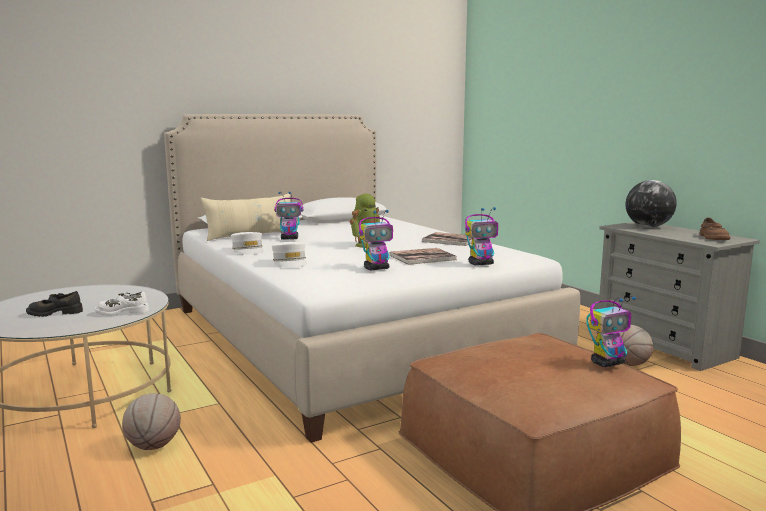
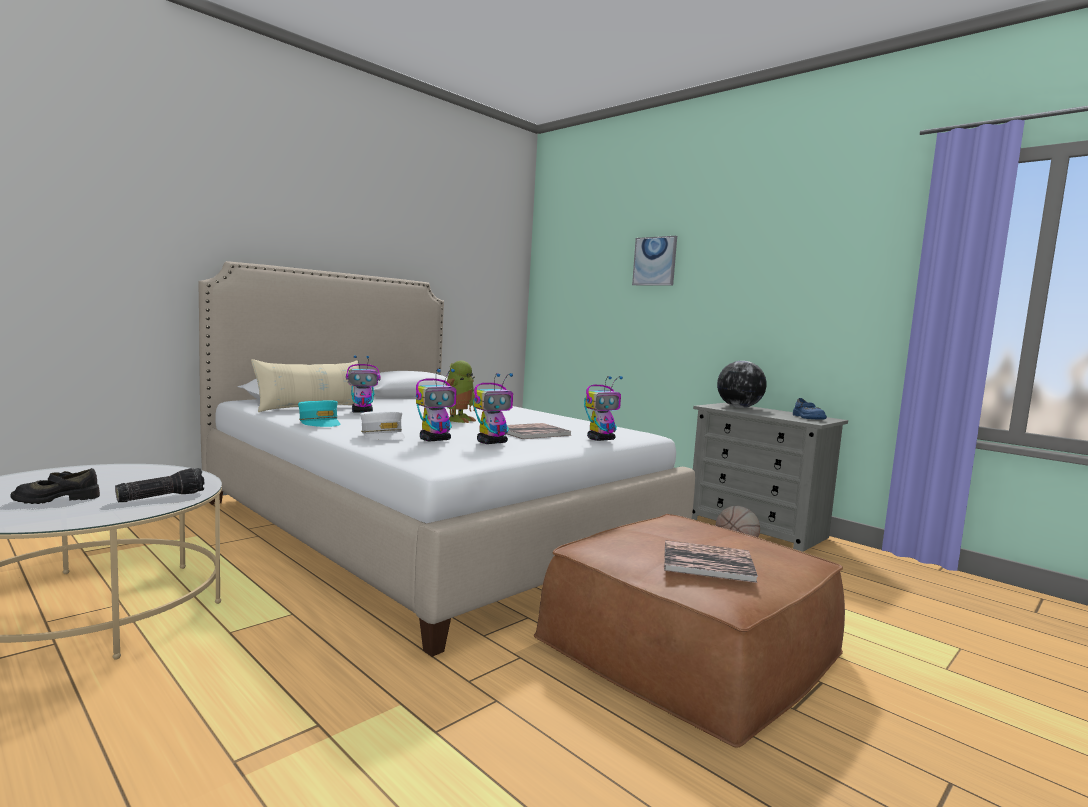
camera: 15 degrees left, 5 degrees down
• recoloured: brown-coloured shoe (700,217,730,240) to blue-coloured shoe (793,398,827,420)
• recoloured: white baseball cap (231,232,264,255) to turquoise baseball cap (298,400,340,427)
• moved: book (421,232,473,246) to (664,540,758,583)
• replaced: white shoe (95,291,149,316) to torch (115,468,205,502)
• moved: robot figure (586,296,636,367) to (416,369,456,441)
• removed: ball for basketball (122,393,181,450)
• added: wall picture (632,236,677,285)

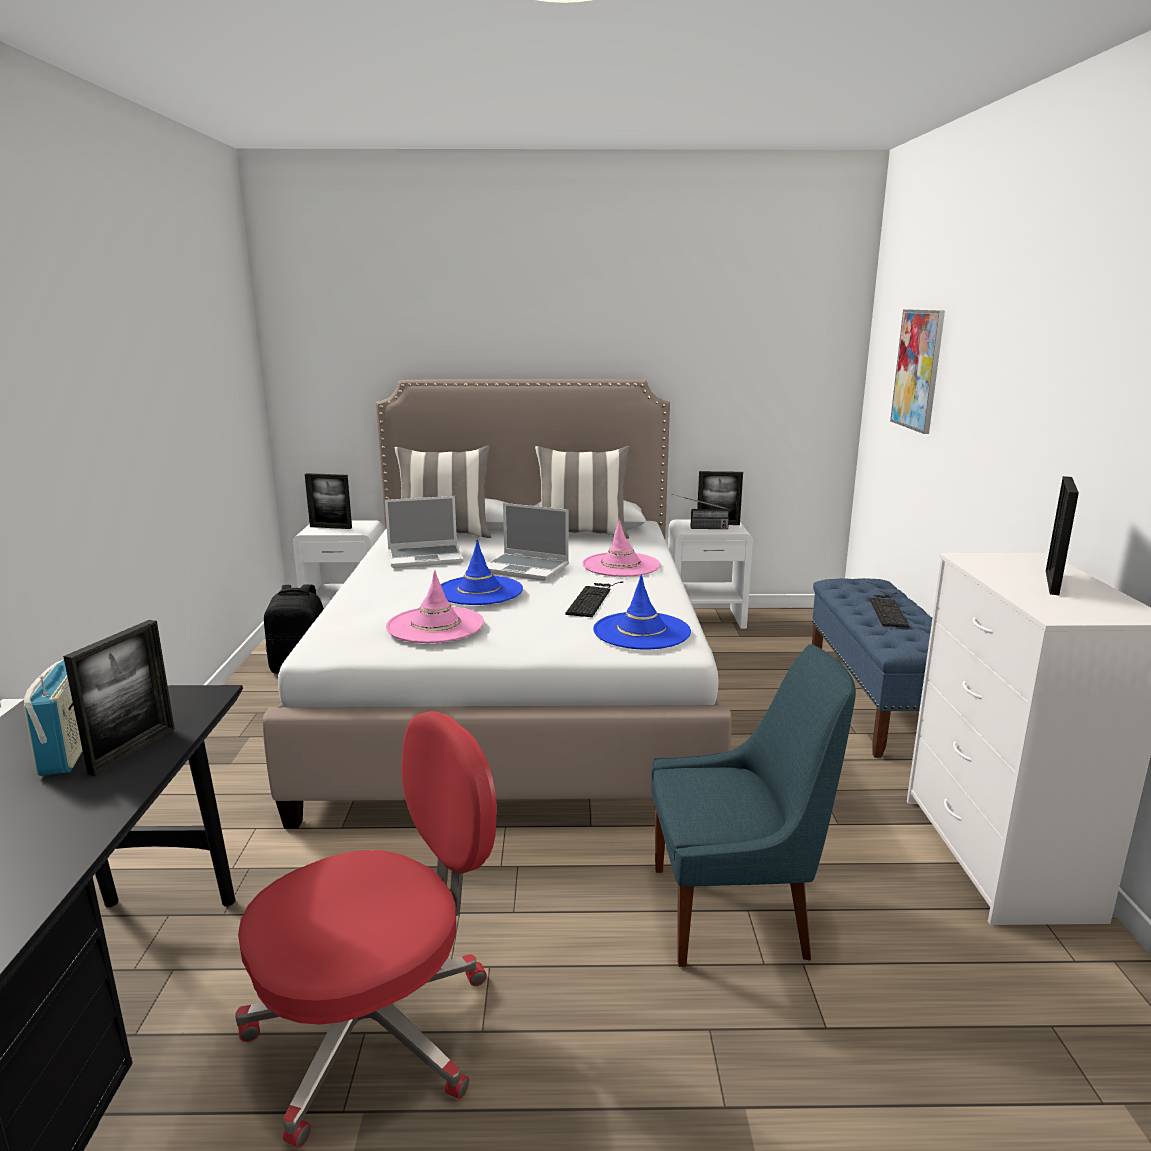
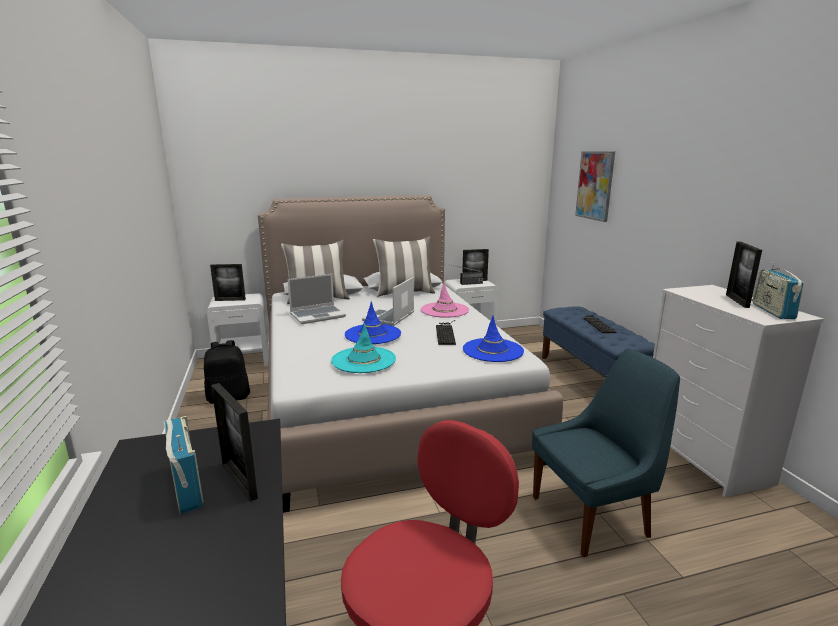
camera: 15 degrees left, 0 degrees up
• turned: notebook computer (486,503,569,581) = (362,277,414,326) 105 degrees clockwise
• recoloured: pink wearable hat (386,570,484,643) to turquoise wearable hat (331,323,396,373)
• turned: standing frame (63,620,175,776) = (211,383,258,502) 135 degrees clockwise
• added: radio set (752,262,804,319)

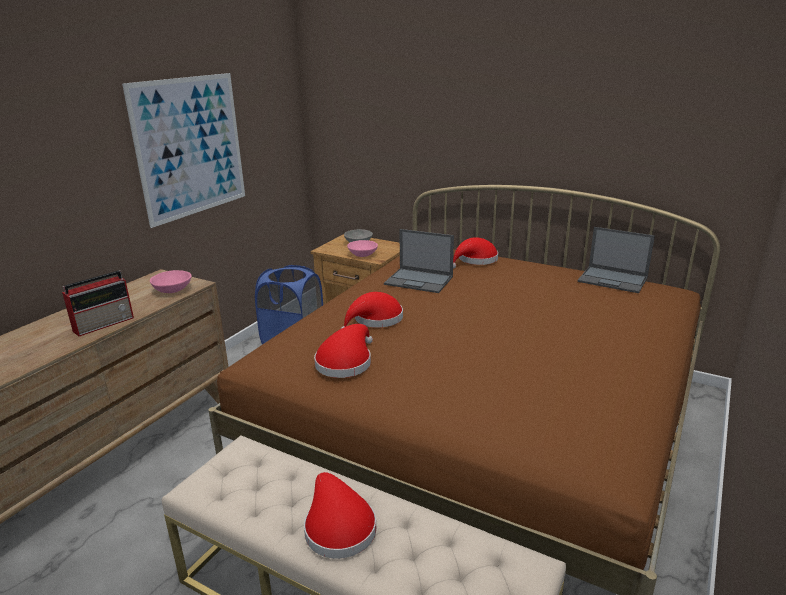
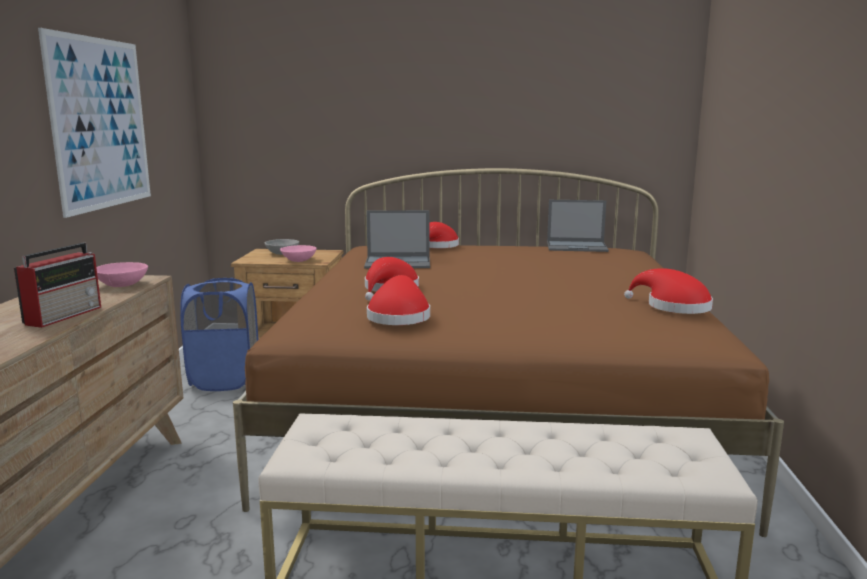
camera: 25 degrees left, 10 degrees down
• moved: reddish wearable hat (304,472,376,559) to (624,268,713,314)

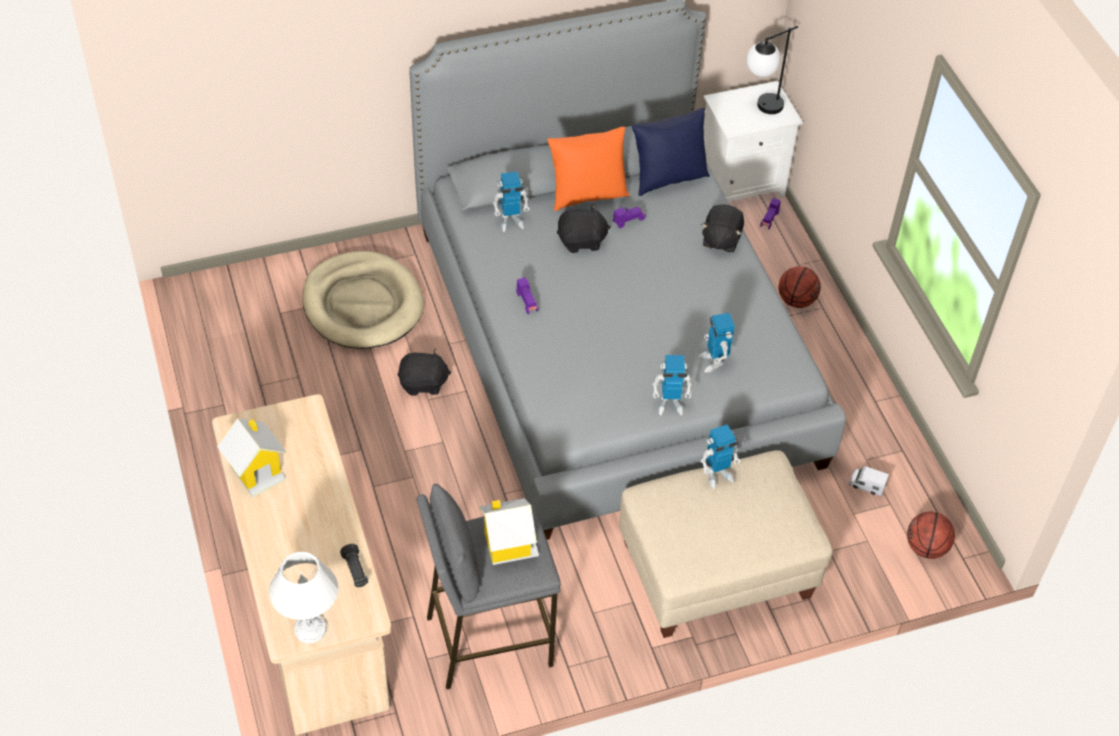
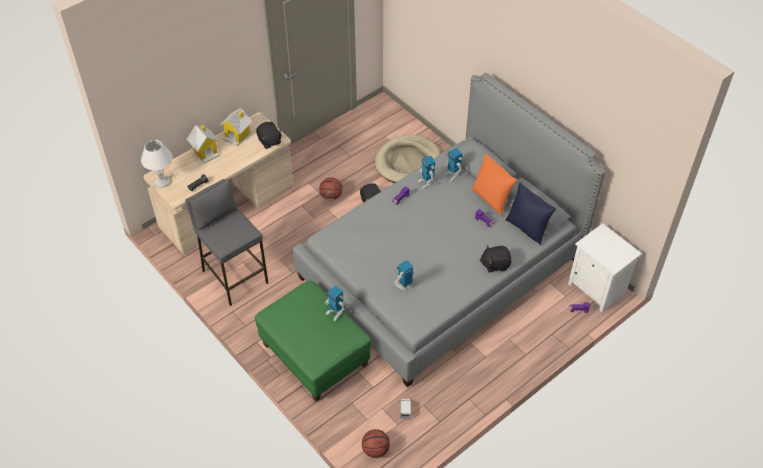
camera: 70 degrees right, 0 degrees up
• removed: tabletop lamp (746,26,798,114)
• moved: black plush toy (557,204,611,253) to (256,122,282,149)
• moved: ball for basketball (779,266,821,308) to (319,178,342,200)
• moved: robot figure (652,355,692,415) to (418,156,435,189)
• recoloured: beige pouffe (619,450,833,638) to green-coloured pouffe (255,280,371,402)
• moved: miniature house (479,498,539,565) to (187,125,220,164)

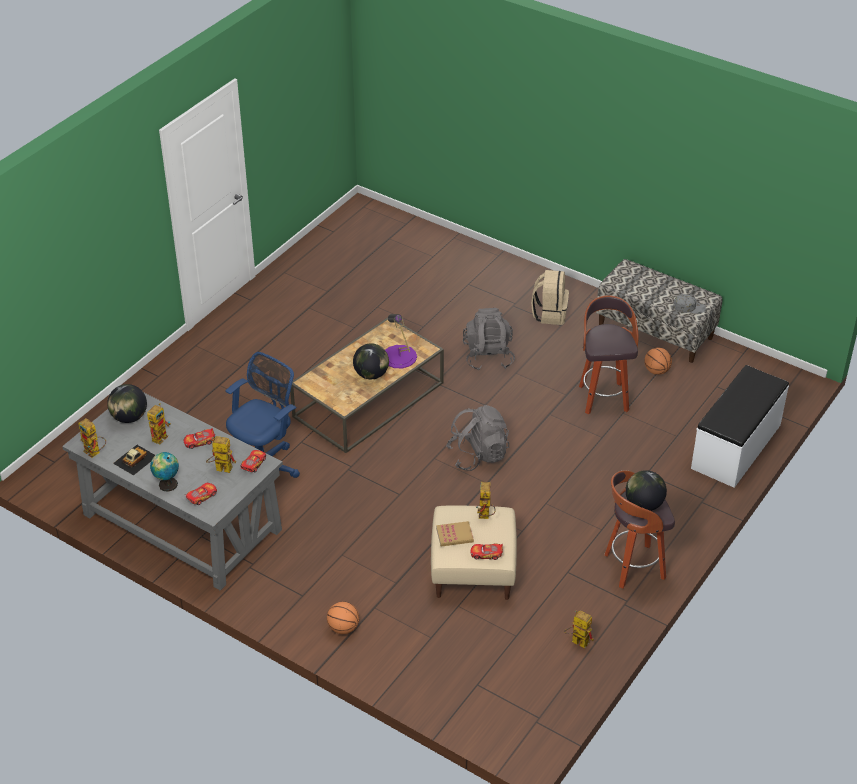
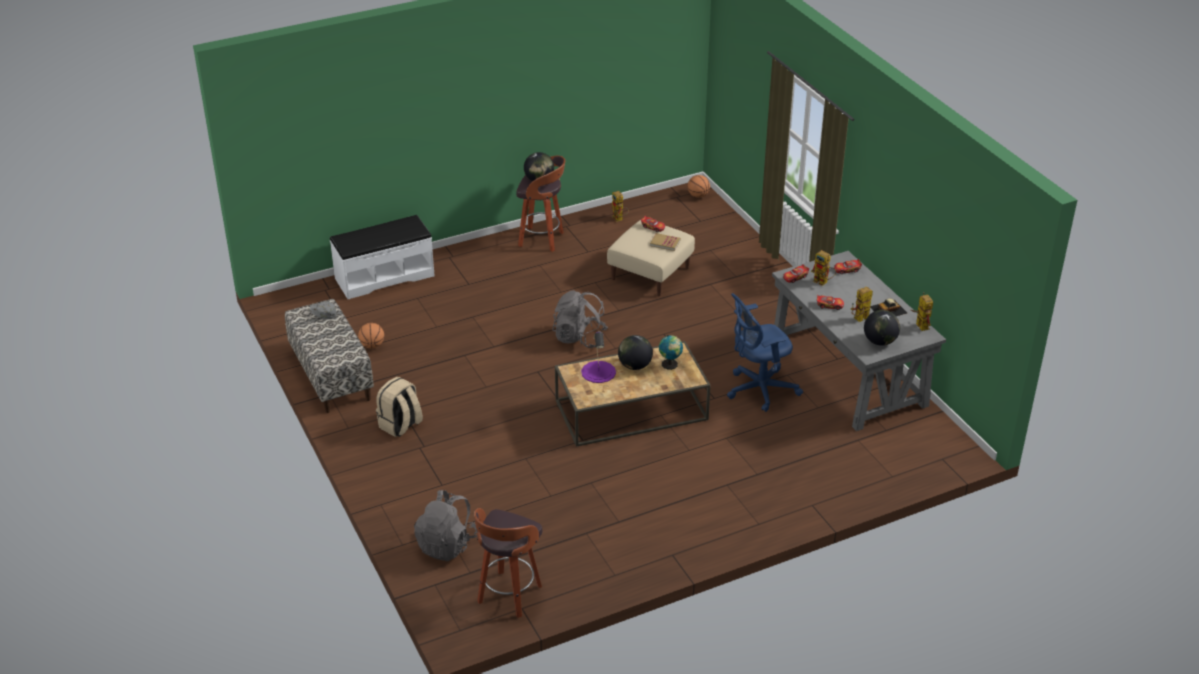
camera: 150 degrees left, 5 degrees down
• moved: sitting stool (579,295,639,415) to (474,508,542,618)
• moved: grey rucksack (463,308,515,371) to (414,490,478,561)
• moved: desk globe (150,452,179,492) to (659,335,683,370)
• removed: robot figure (476,482,496,519)
• moved: ball for basketball (327,602,359,634) to (688,175,710,198)

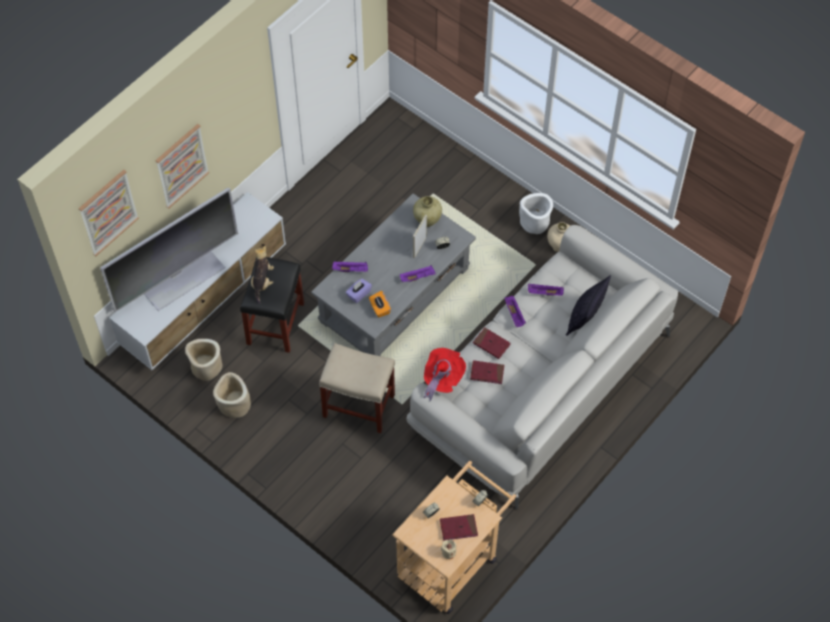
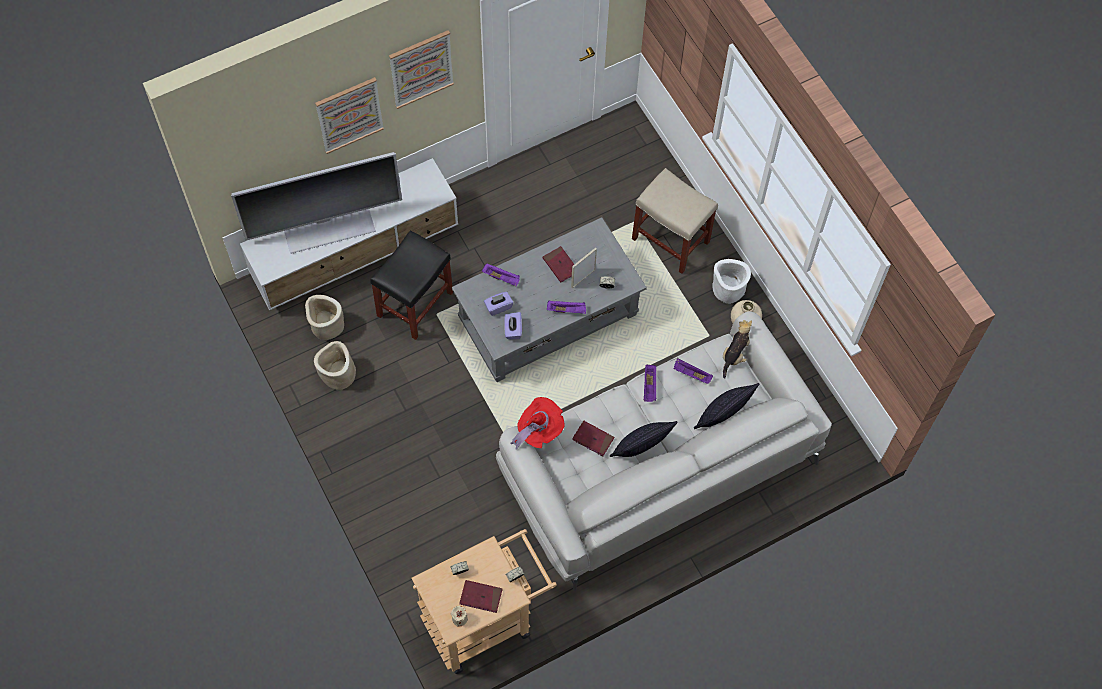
camera: 20 degrees right, 5 degrees up
• moved: wall picture (79,170,139,256) to (389,30,454,109)
• removed: beige decorative vase (413,196,442,227)
• moved: plush toy (251,245,274,304) to (723,320,752,378)
• recoloured: orangey tissue box (369,291,391,318) to purple-coloured tissue box (504,312,522,339)
• moved: reddish book (473,328,511,359) to (542,246,574,283)
• moved: beige sitting stool (319,343,395,433) to (632,168,718,274)
• added: cushion (610,421,678,457)

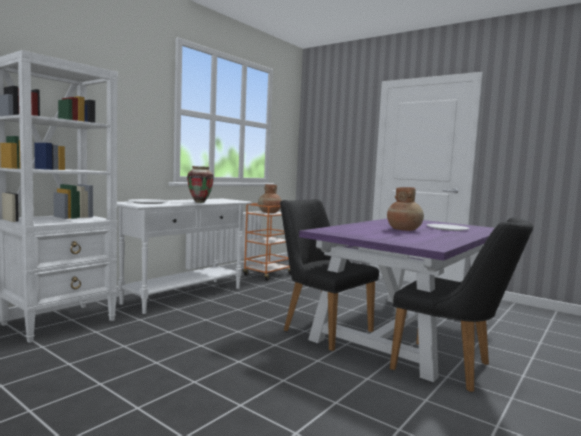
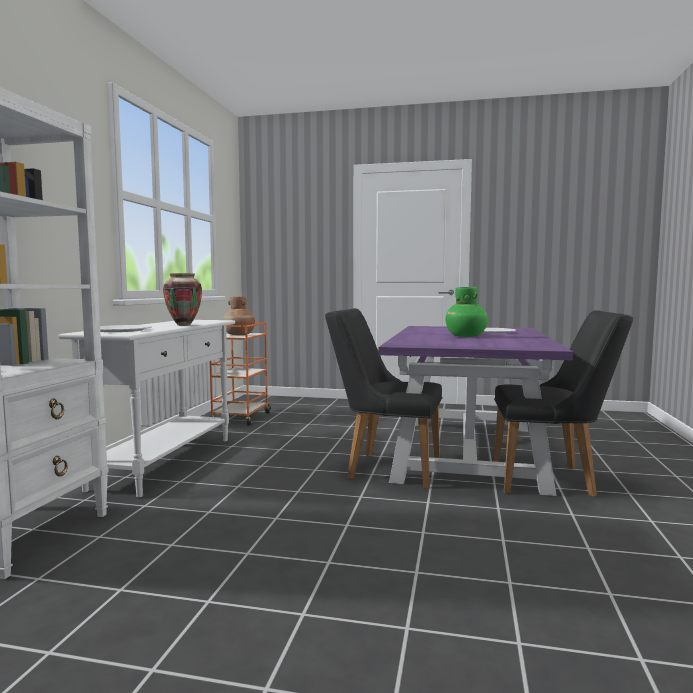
camera: 25 degrees left, 0 degrees up
• recoloured: brown-coloured decorative vase (387,187,424,231) to green-coloured decorative vase (446,287,488,337)

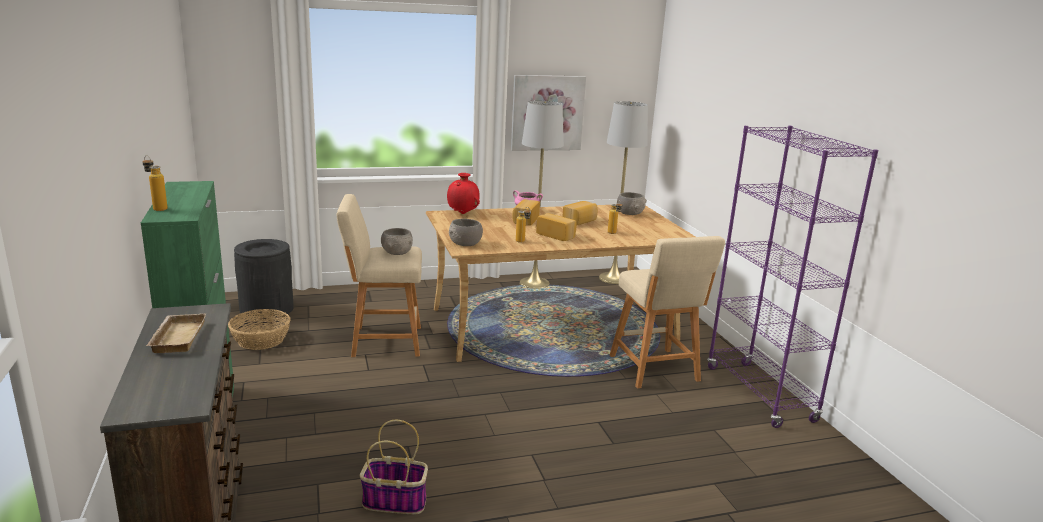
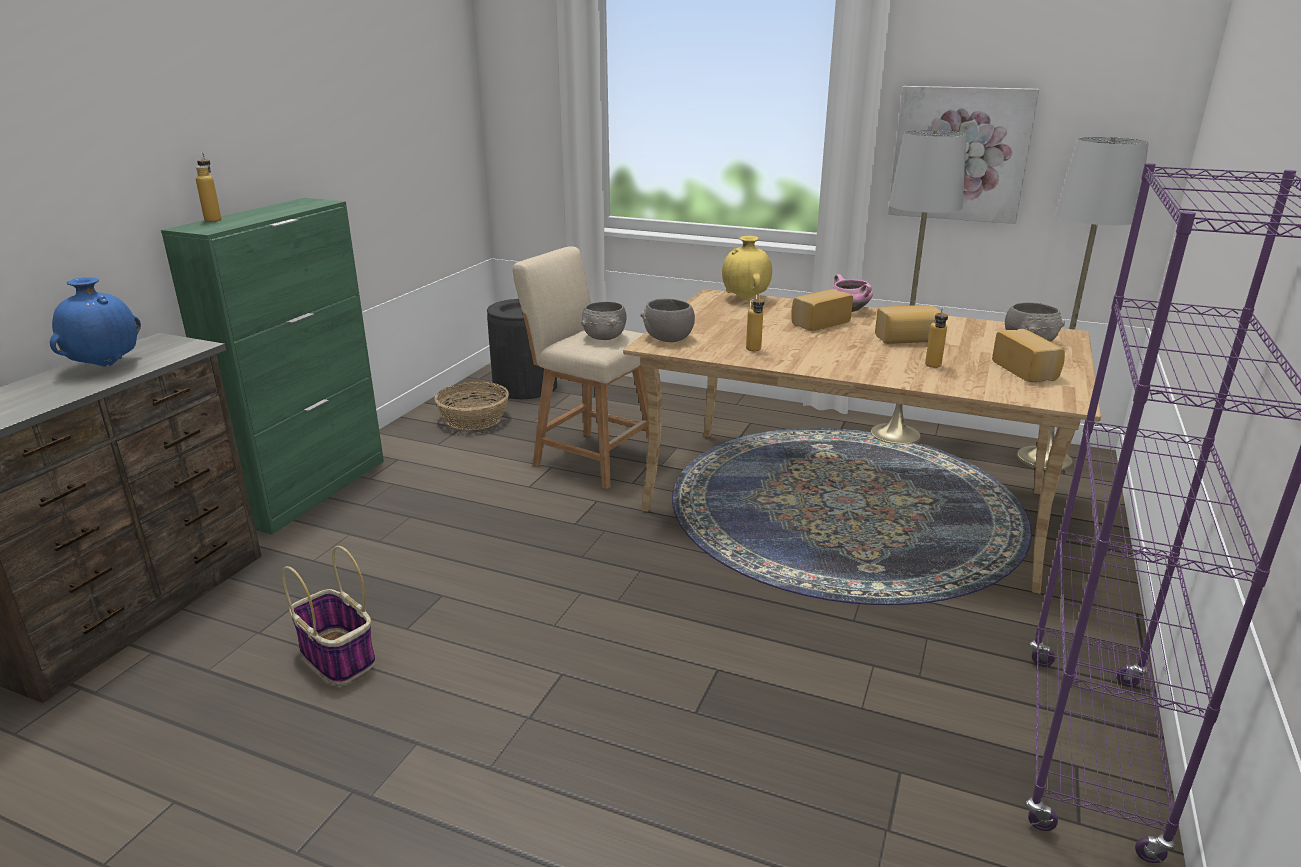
camera: 40 degrees right, 5 degrees up
• recoloured: reddish decorative vase (447,173,480,214) to yellow-coloured decorative vase (722,236,772,300)
• moved: bread (536,213,576,241) to (992,329,1065,382)
• removed: beige sitting stool (610,236,725,389)
• replaced: beige serving tray (146,313,207,353) to blue-coloured decorative vase (50,277,141,367)

